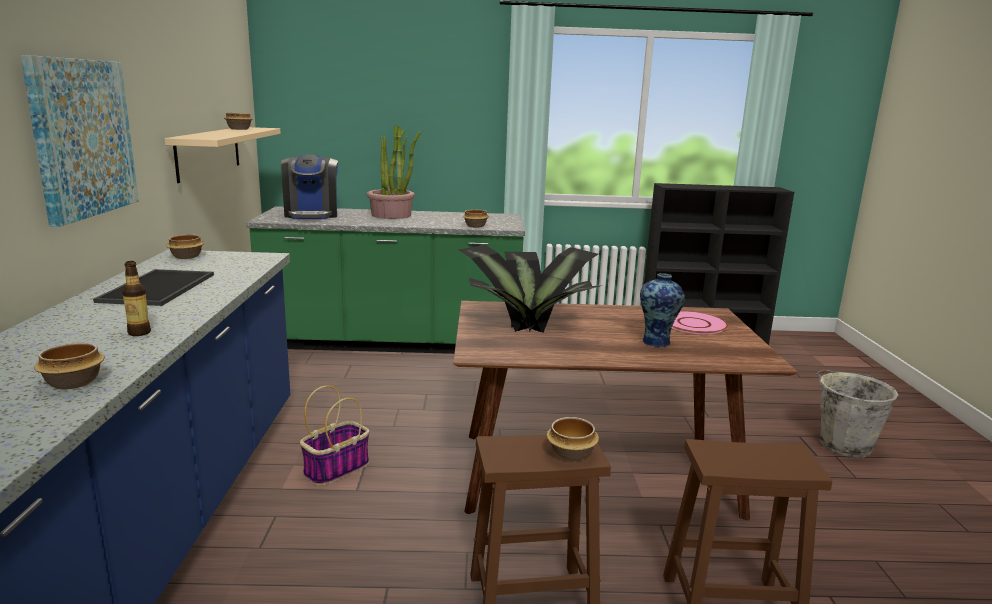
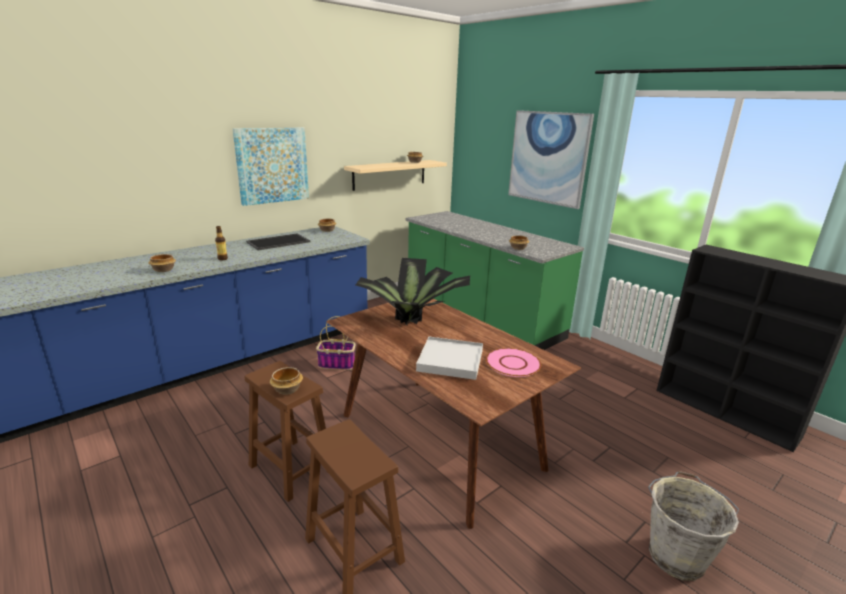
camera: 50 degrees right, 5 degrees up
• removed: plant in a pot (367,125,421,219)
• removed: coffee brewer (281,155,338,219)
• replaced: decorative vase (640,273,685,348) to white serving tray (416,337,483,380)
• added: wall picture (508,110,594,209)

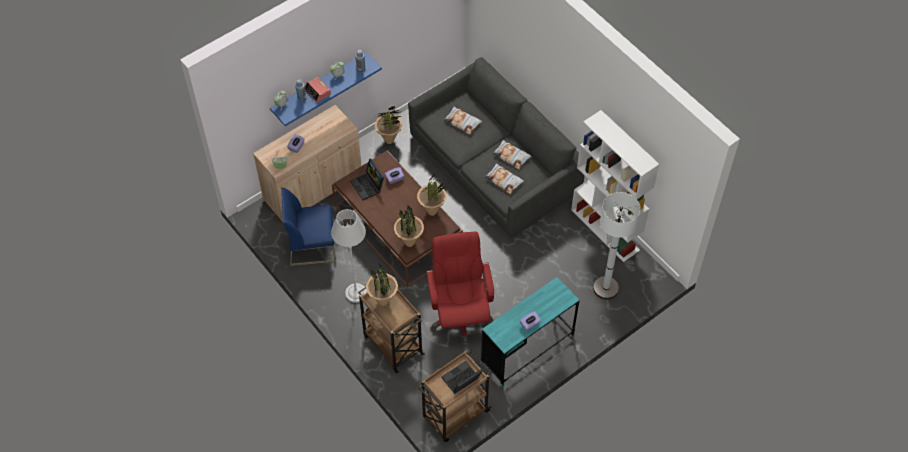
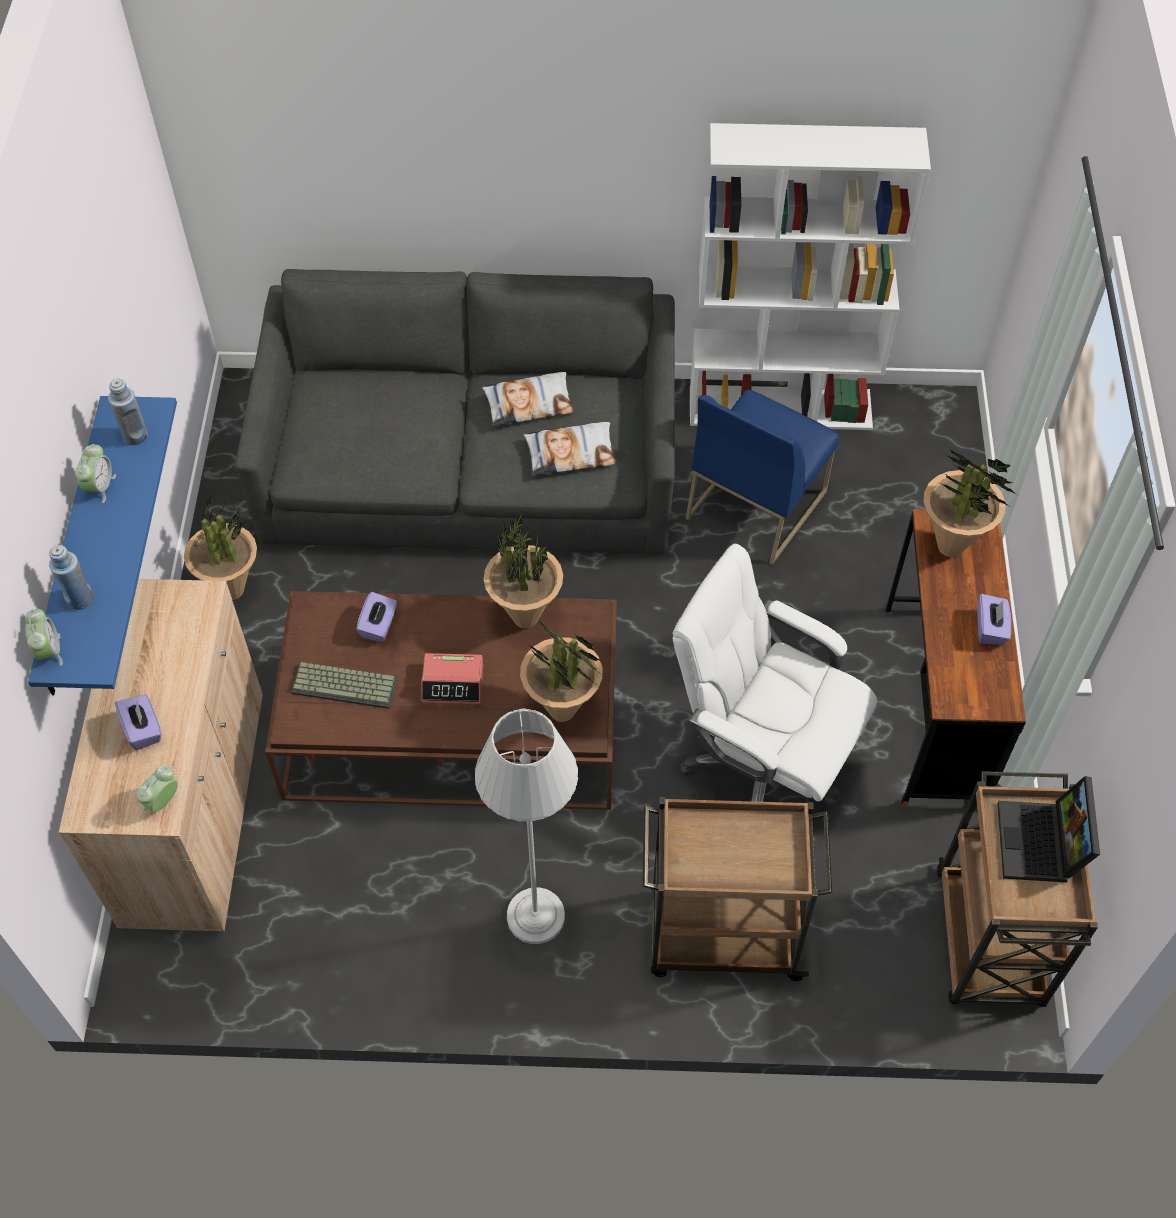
camera: 50 degrees left, 0 degrees up
• moved: table clock (305,77,331,103) to (421,653,483,704)
• removed: cushion (444,106,482,135)
• replaced: notebook computer (350,159,384,200) to computer keyboard (291,662,398,709)
• moved: blue-coloured plain chair (281,187,336,266) to (686,389,839,565)
• removed: white standing lamp (593,192,640,300)
• recoloured: reddish computer chair (427,232,494,346) to white computer chair (673,544,877,807)
• moved: plant in a pot (366,264,398,306) to (924,449,1018,557)
• recoloured: turquoise desk (480,277,579,387) to brown-coloured desk (886,509,1026,808)

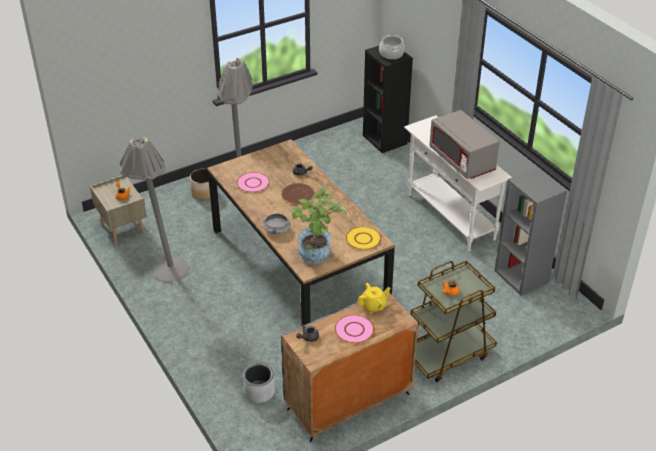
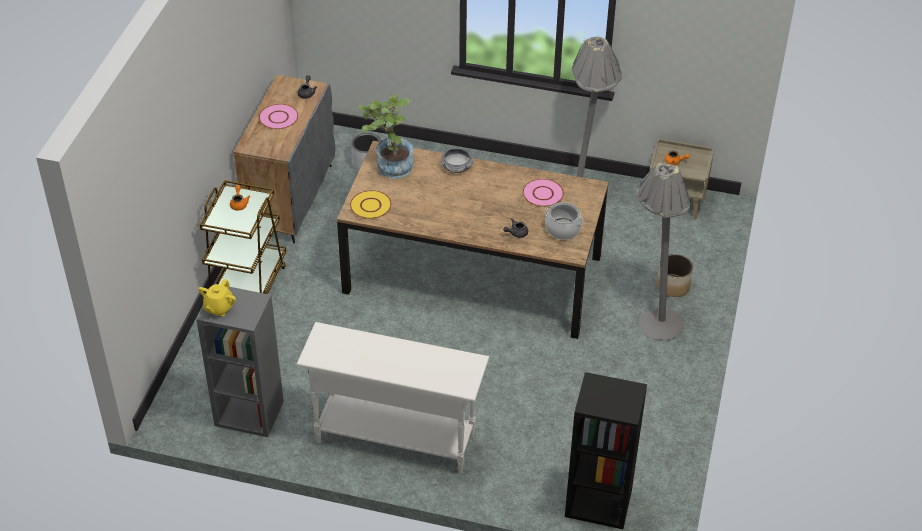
camera: 135 degrees right, 5 degrees up
• moved: saucepot (379,35,405,59) to (545,202,583,240)
• removed: grey microwave (429,110,500,179)
• removed: brown-coloured plate (281,183,315,204)
• moved: yellow-coloured tea pot (357,283,391,313) to (198,279,236,316)

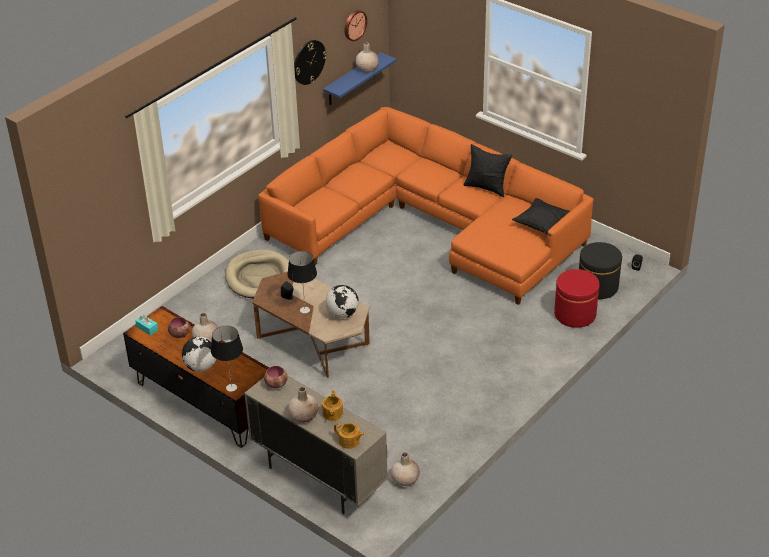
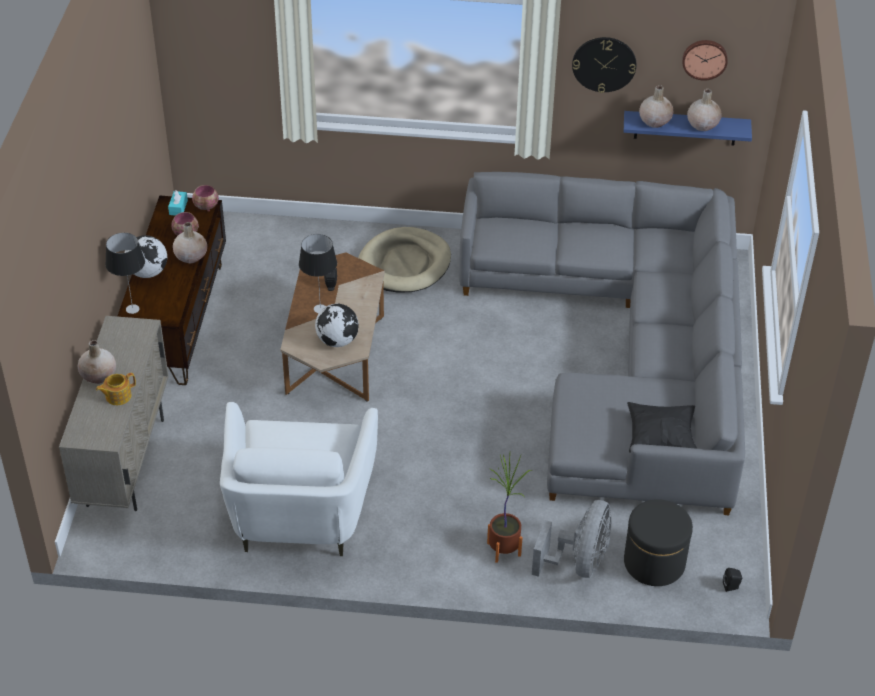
camera: 55 degrees right, 5 degrees up
• recoloured: orangey settee (258,107,593,305) to grey settee (459,172,745,515)
• removed: black cushion (464,144,512,197)
• replaced: reddish pouffe (554,269,600,328) to grey cooling fan (532,500,612,578)
• moved: deep dish (264,366,288,388) to (192,185,219,212)
• removed: tea pot (334,423,364,449)
• moved: beige decorative vase (391,452,420,486) to (639,85,673,128)
• added: white lounge chair (220,402,378,556)
• added: plant in a pot (487,454,532,563)

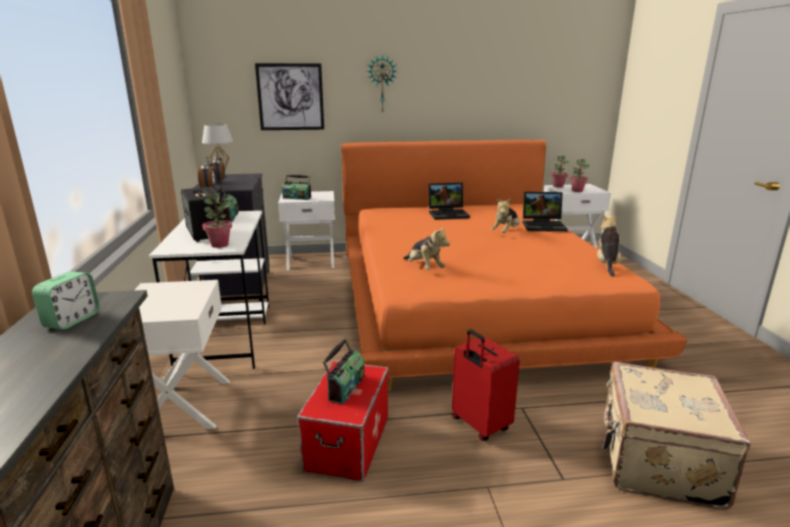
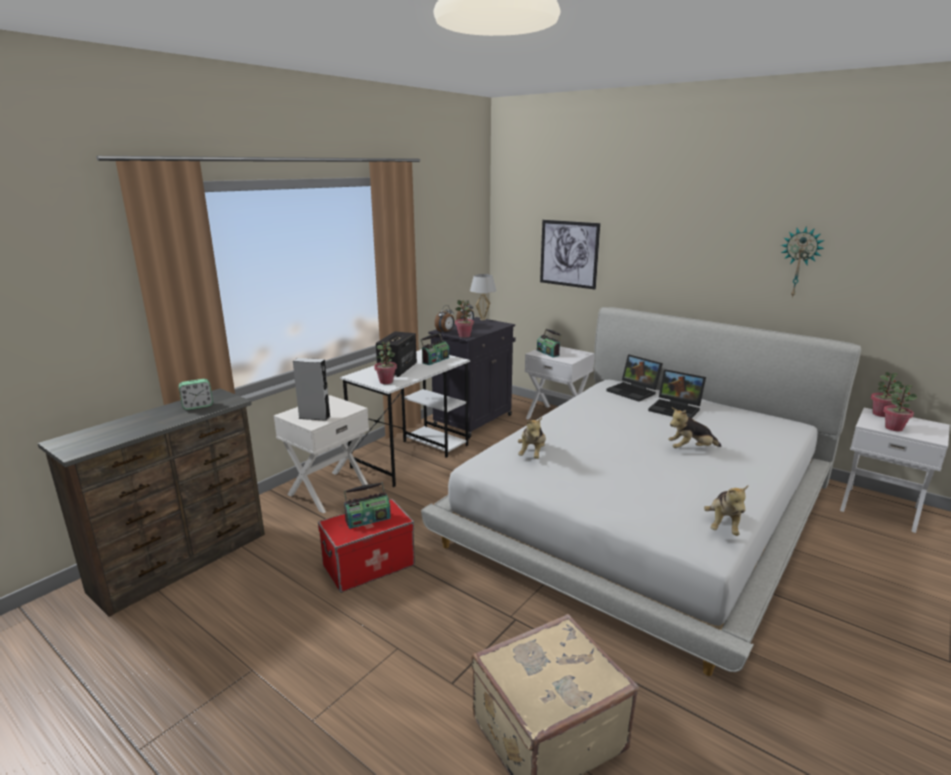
camera: 45 degrees right, 0 degrees up
• moved: wall clock (367,55,397,114) to (781,226,825,298)
• recoloured: orangey bed (341,140,687,391) to white bed (421,307,861,676)
• moved: notebook computer (523,192,568,232) to (606,354,663,402)
• turned: plush toy (597,214,626,277) = (704,485,748,536) 135 degrees clockwise
• removed: reddish travel case (452,329,520,441)
• added: plant in a pot (455,300,474,338)
• added: grey audio speaker (293,358,330,421)

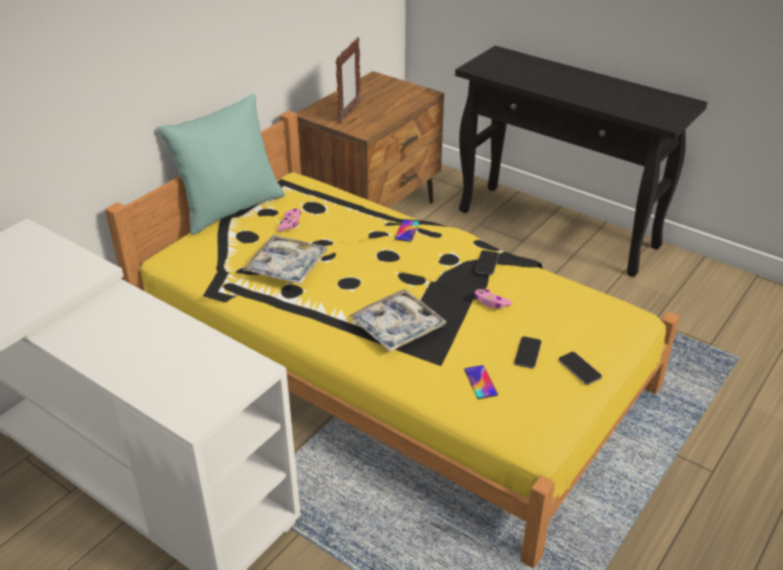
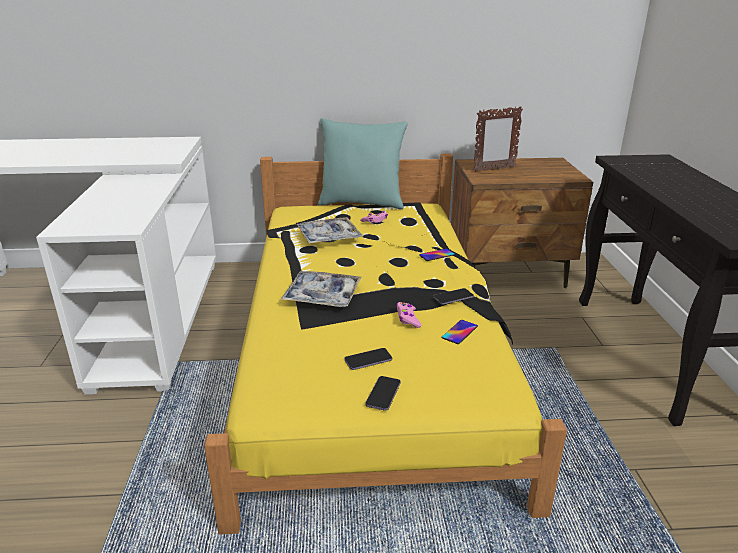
camera: 50 degrees right, 10 degrees down
• moved: phone (464,365,498,399) to (441,320,478,344)

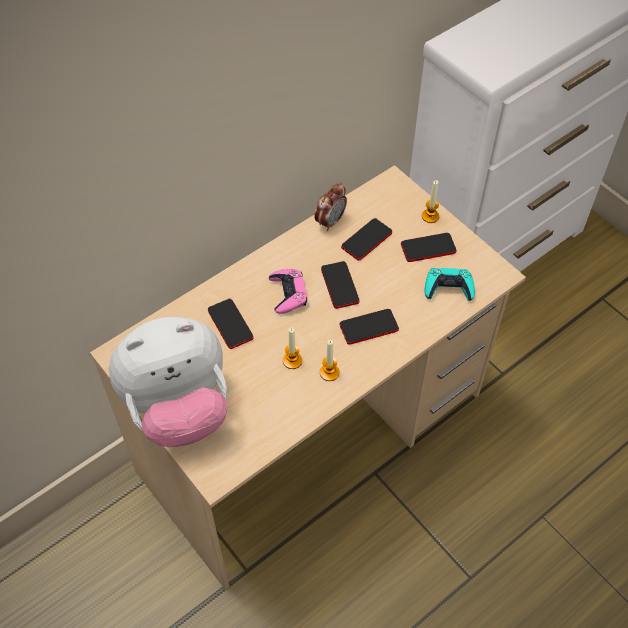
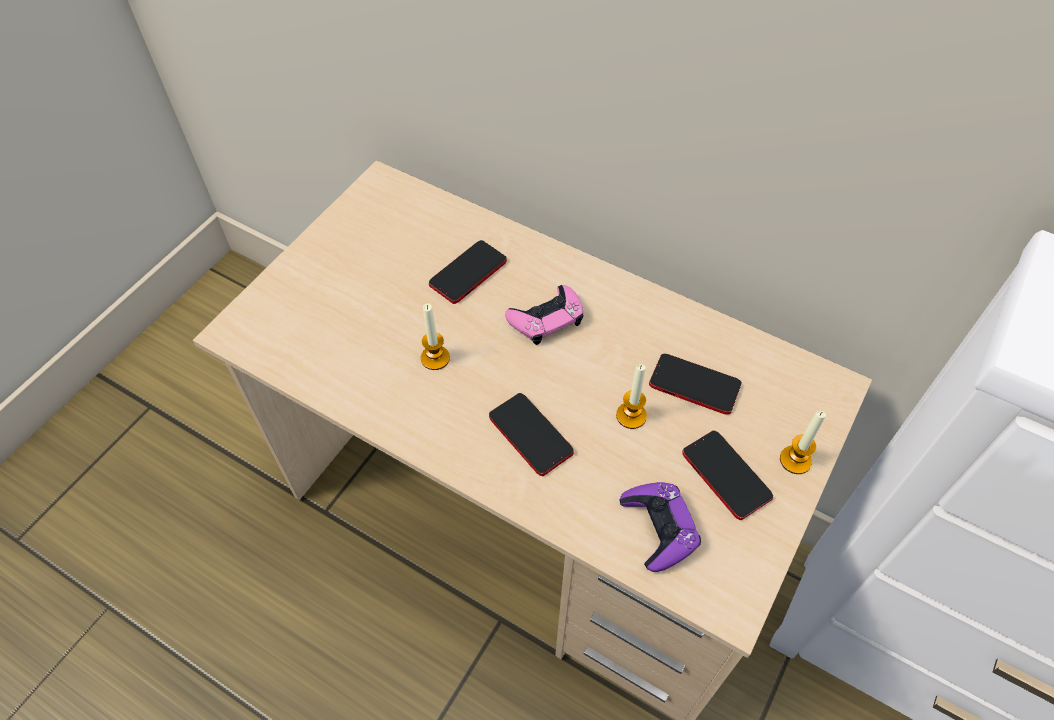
camera: 70 degrees right, 0 degrees up
• removed: table clock (314,182,347,231)
• removed: phone (321,261,359,309)
• recoloured: turquoise game controller (425,268,475,301) to purple-coloured game controller (620,482,701,572)
• removed: plush toy (109,317,227,447)
• moved: wax candle (320,340,339,381) to (616,364,647,429)

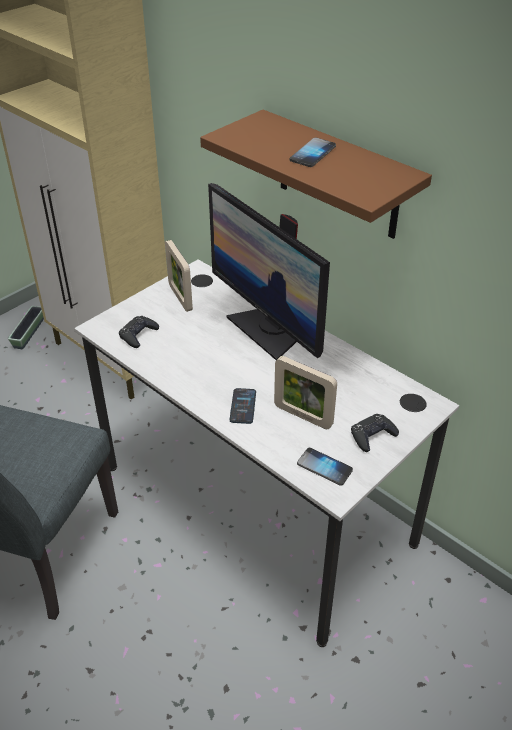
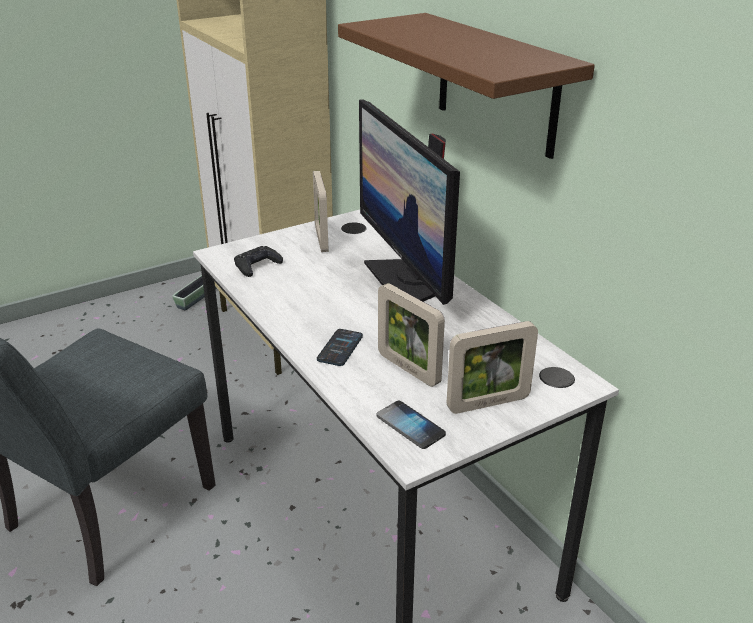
camera: 15 degrees right, 10 degrees down
• removed: phone (289,137,336,167)
• replaced: black game controller (351,414,399,452) to standing frame (447,321,538,414)

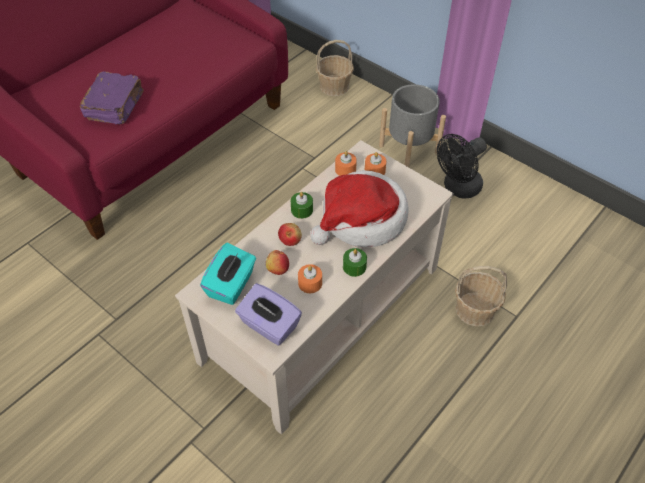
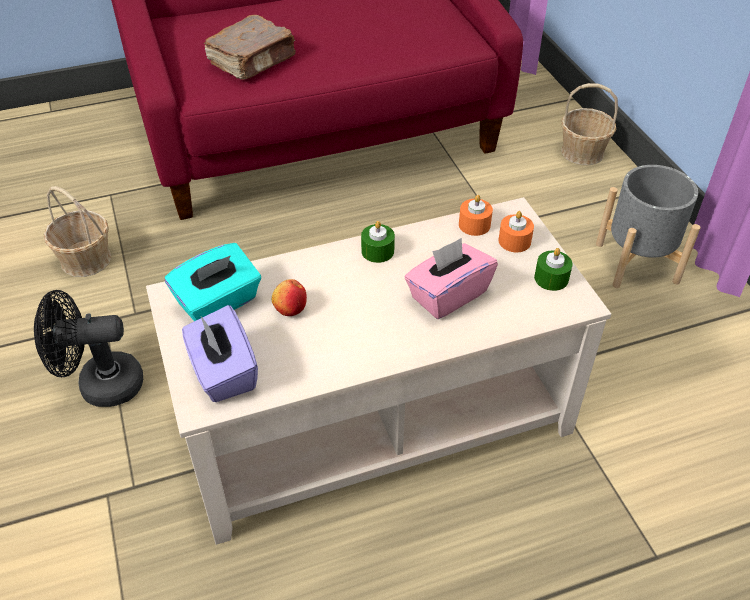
camera: 30 degrees right, 5 degrees down
• recoloured: purple-coloured book (80,71,144,124) to brown-coloured book (204,15,296,80)
• moved: black cooling fan (436,134,487,198) to (34,290,143,407)
• replaced: wearable hat (310,170,408,247) to pink tissue box (405,238,498,319)
• removed: whole apple (278,223,302,246)
• moved: green-coloured wax candle (343,248,367,277) to (534,248,572,291)
• removed: orangey wax candle (298,264,322,293)
• moved: household basket (455,266,507,327) to (44,186,111,277)

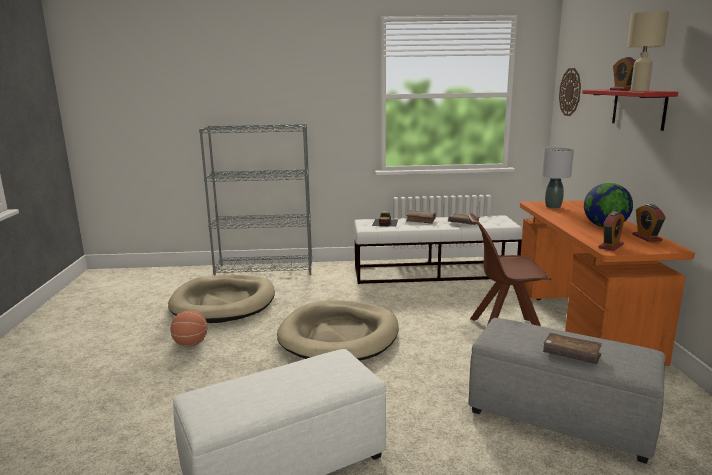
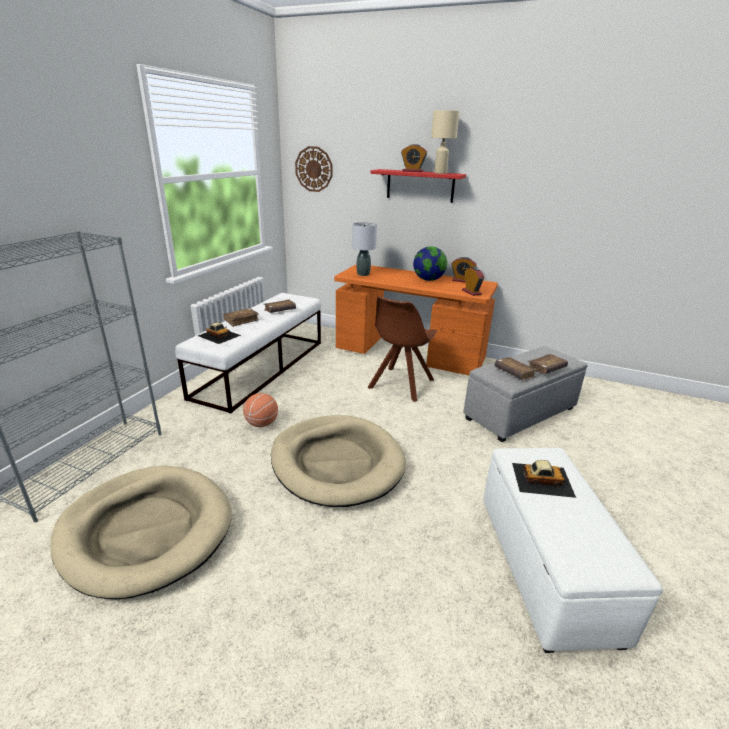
camera: 65 degrees left, 10 degrees up
• moved: ball for basketball (170,310,207,346) to (243,393,278,427)
• added: brown-coloured book (494,357,537,380)
• added: toy car (512,460,576,498)

